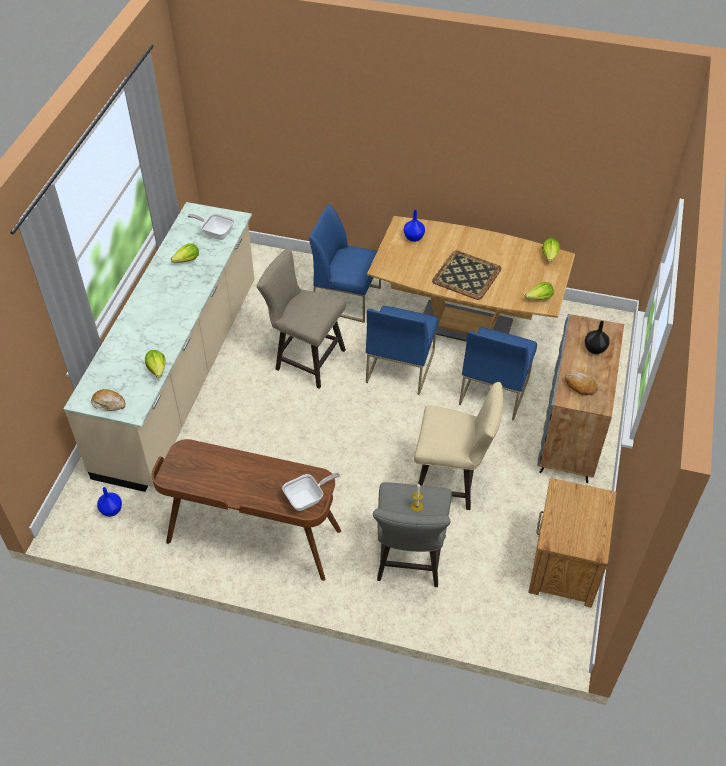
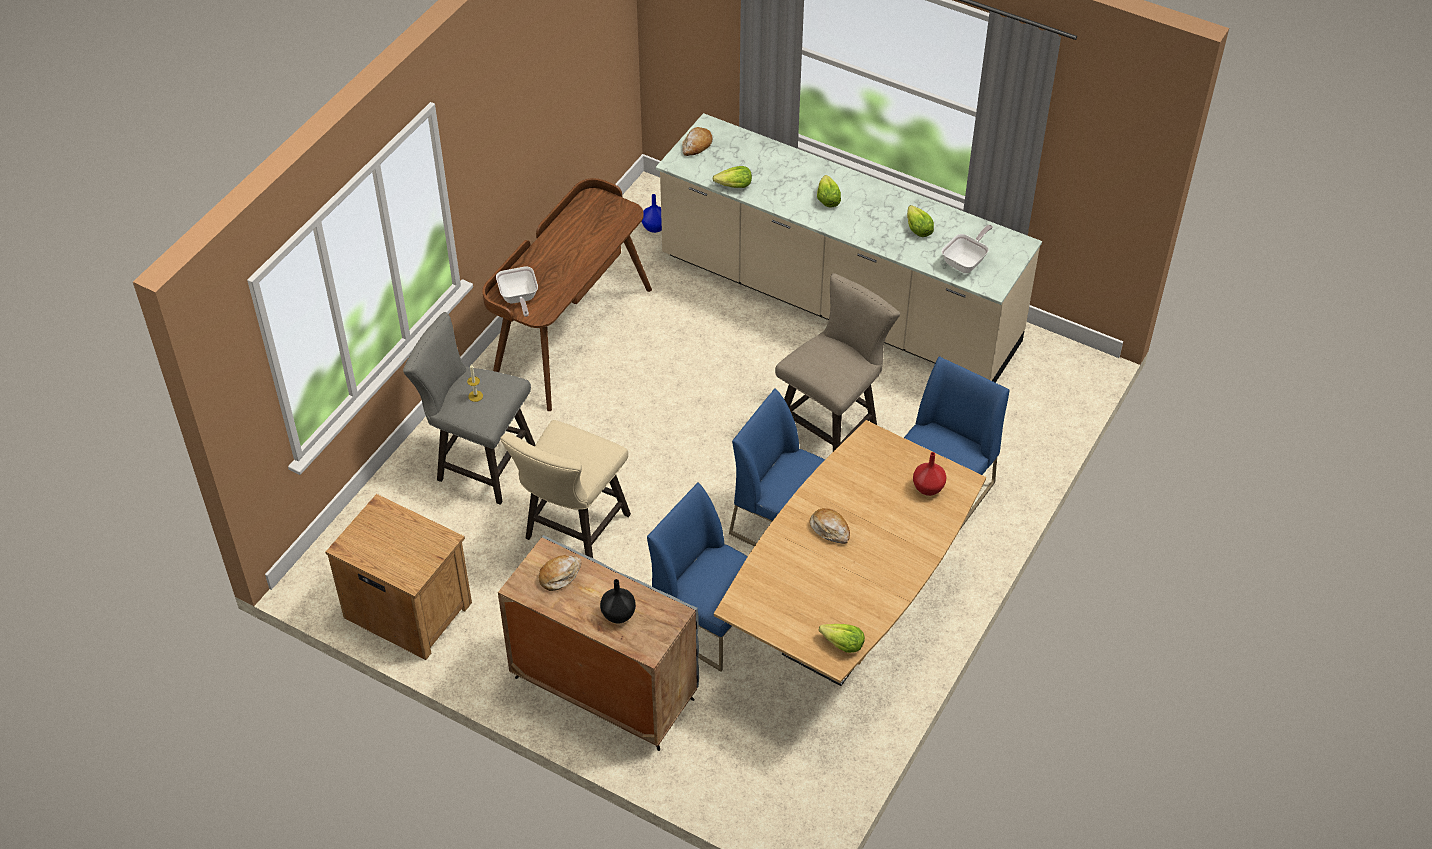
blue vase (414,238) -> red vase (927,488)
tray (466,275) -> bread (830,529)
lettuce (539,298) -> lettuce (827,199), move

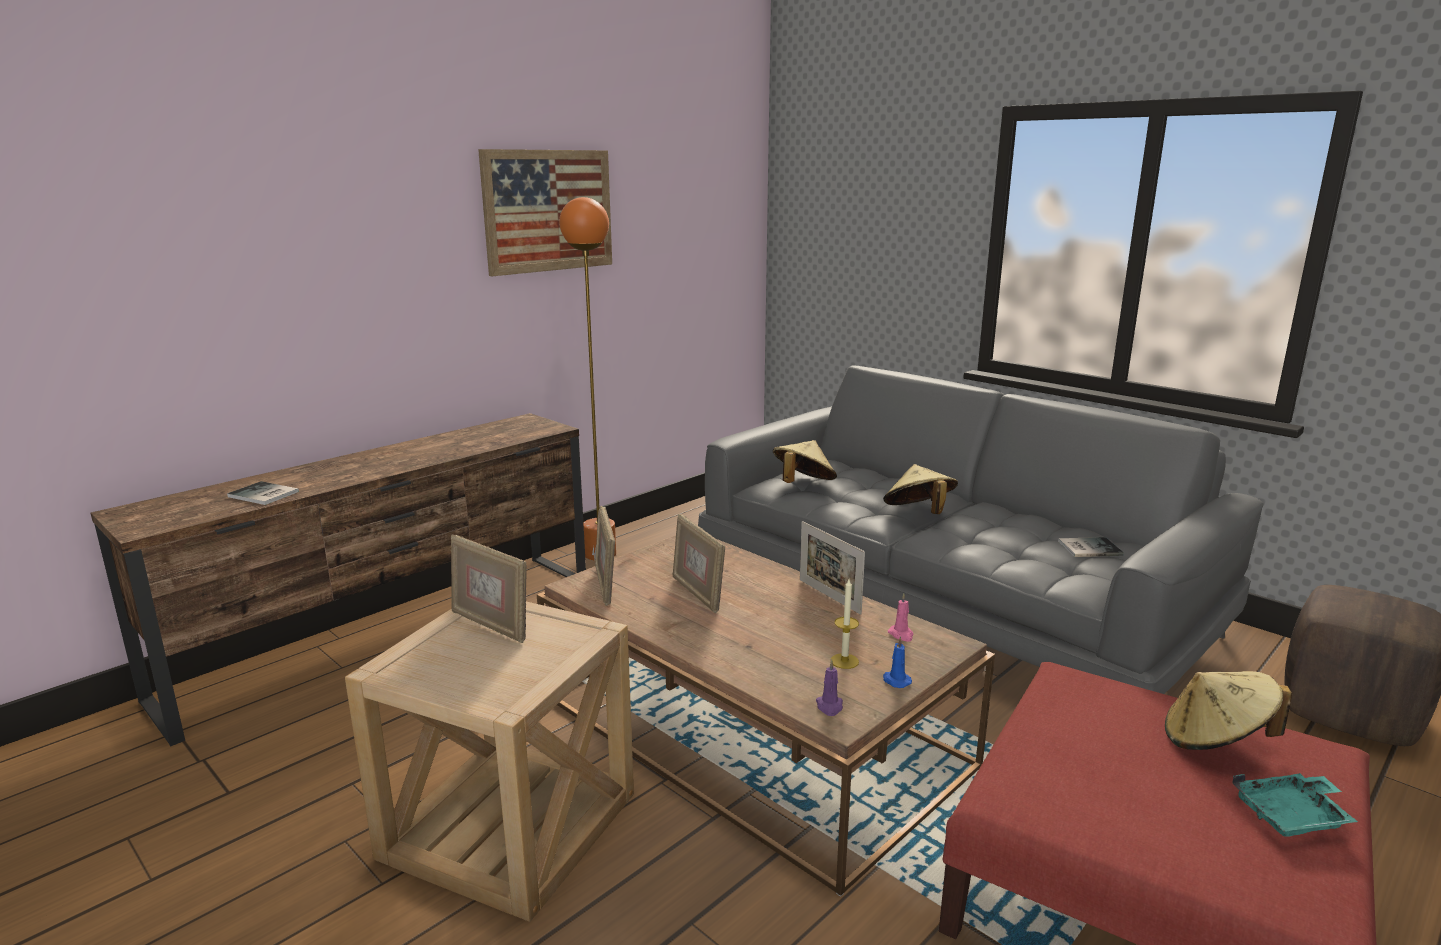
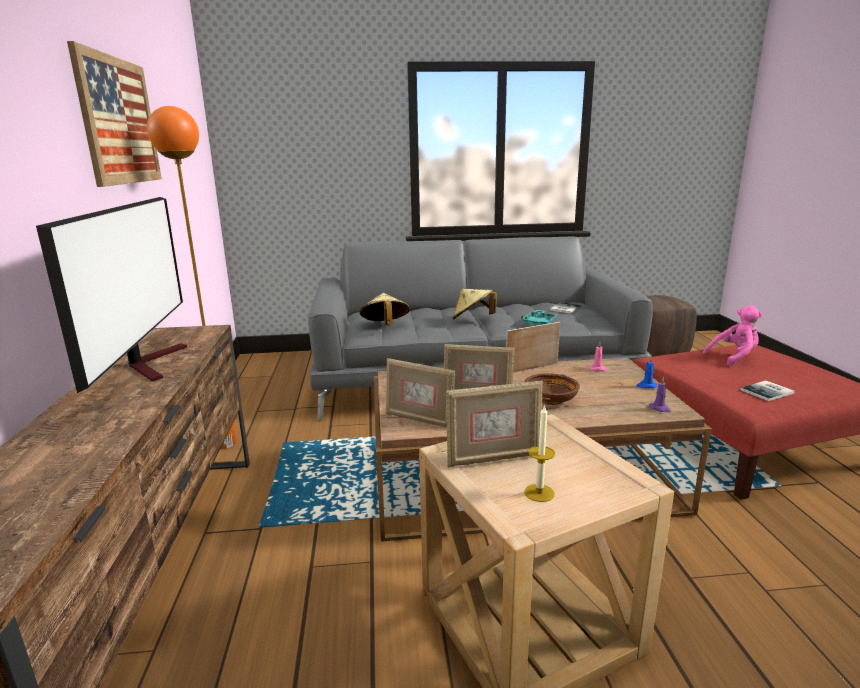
book (263,495) -> book (769,391), move
picture frame (829,596) -> picture frame (532,368), 150 degrees clockwise
candle (844,661) -> candle (539,493), move
beige hat (1215,741) -> pink plush toy (734,357)
turquoise tray (1292,816) -> turquoise tray (539,323), move
none -> television (152,362)
none -> brown bowl (551,399)

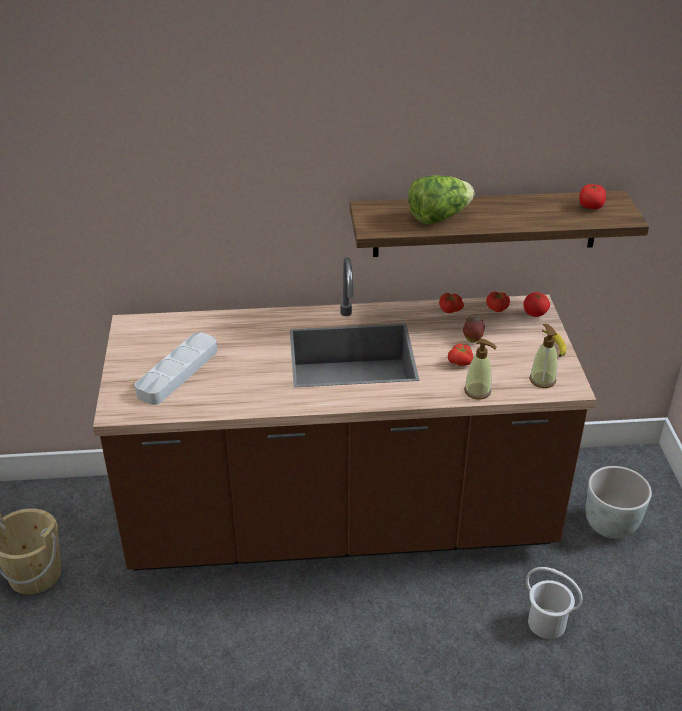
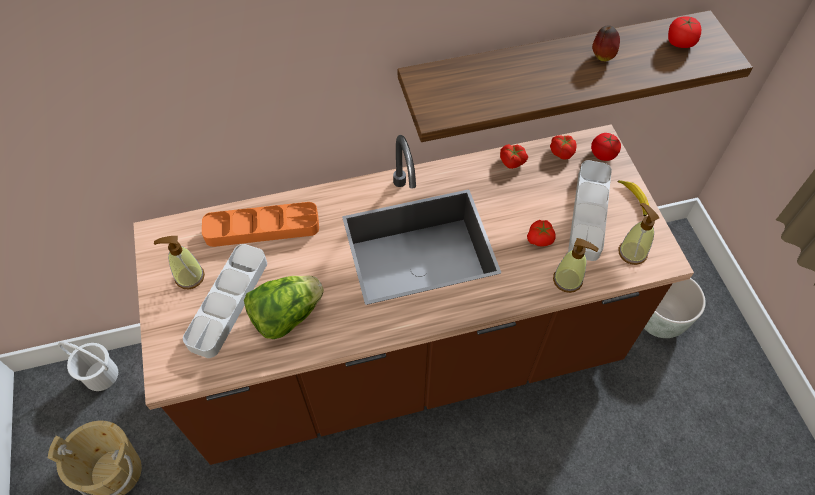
lettuce (438,217) -> lettuce (286,315), move
apple (472,339) -> apple (602,56), move
white bucket (546,622) -> white bucket (101,374), move
none -> grey tray (588,213)
none -> orange tray (262,228)
none -> soap dispenser (189,277)

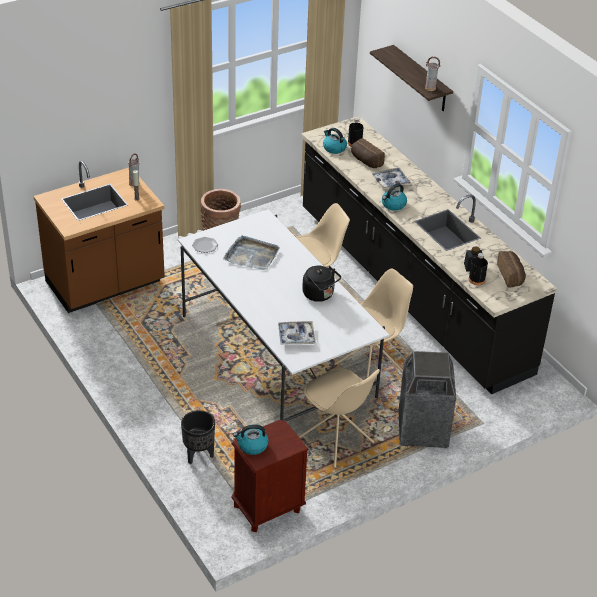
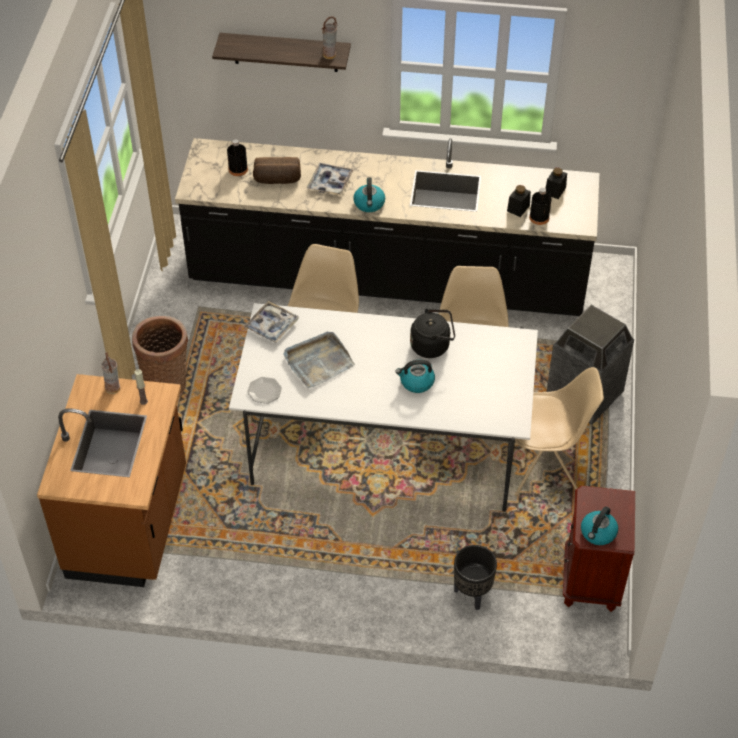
kettle (334,148) -> kettle (416,382), move
bread (511,275) -> black jar (555,191)
tray (296,336) -> tray (272,326), move

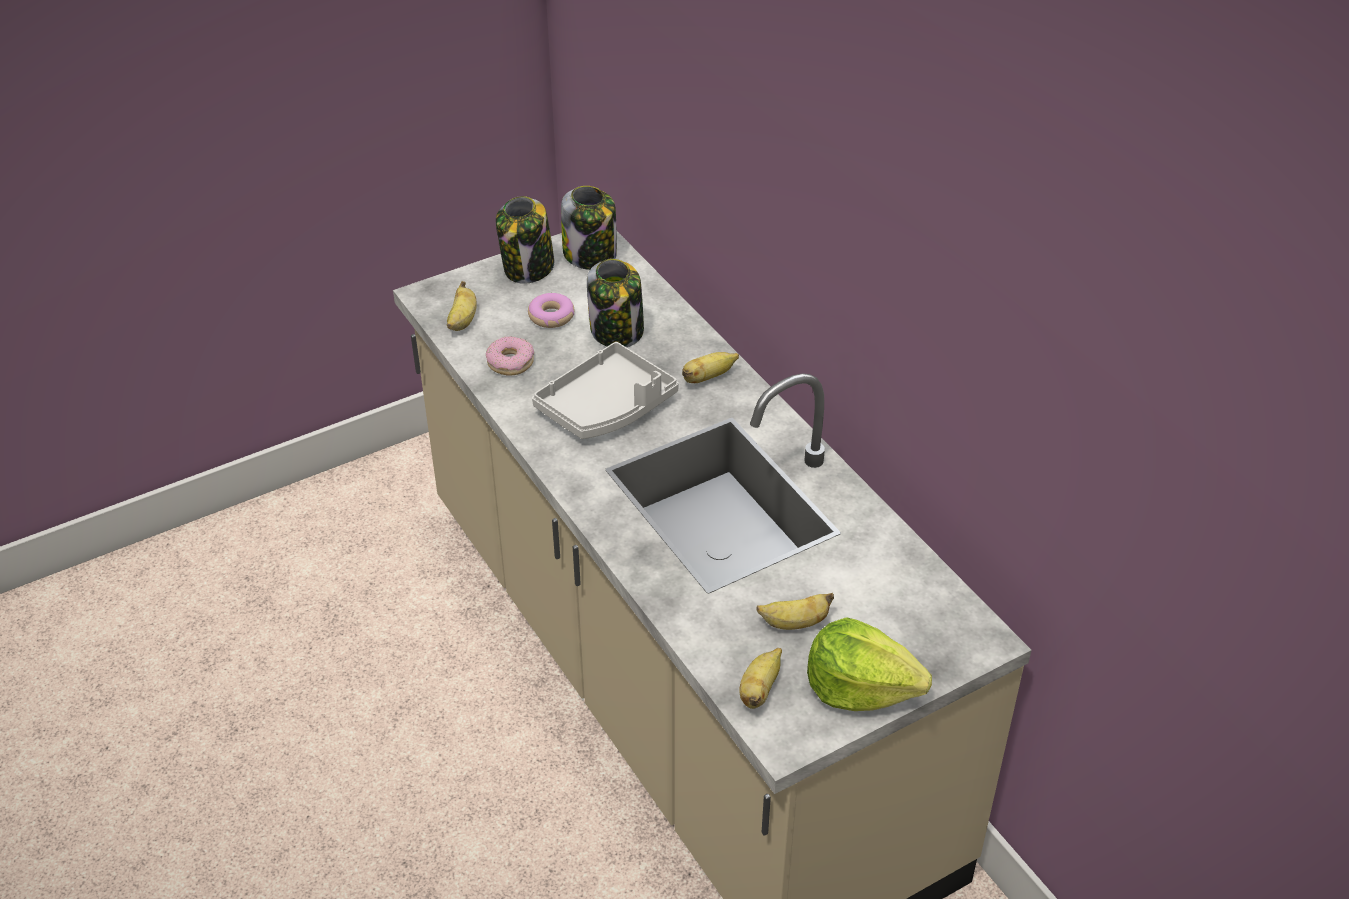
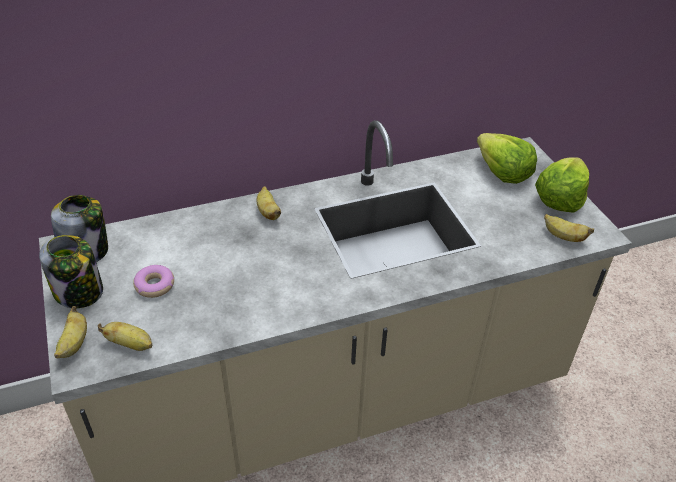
jar (617,331) -> none
donut (510,362) -> none
grey tray (607,407) -> none
banana (794,623) -> banana (74,344), move
none -> lettuce (502,172)

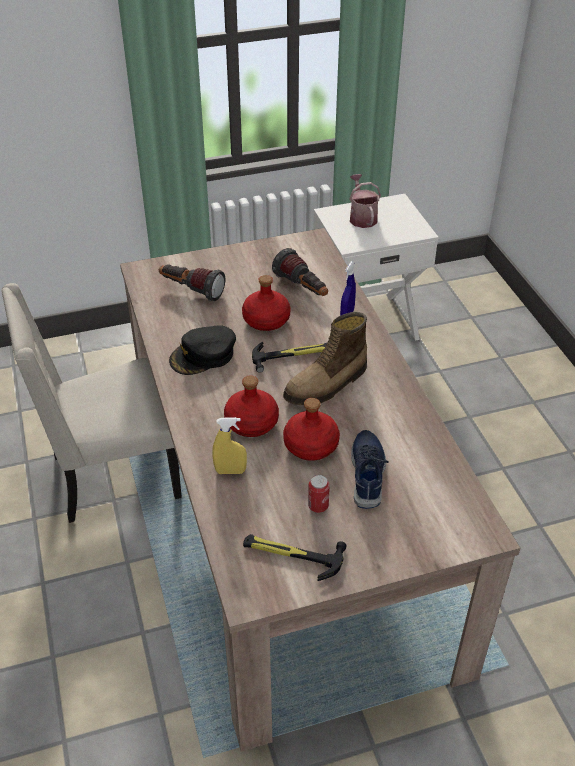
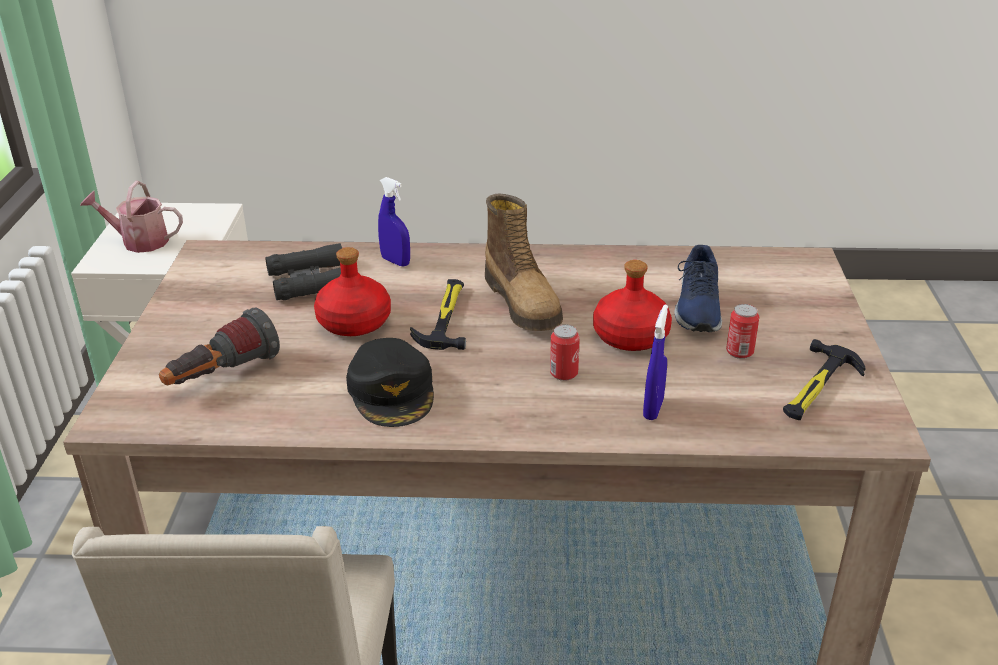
flashlight (303,289) -> black binoculars (310,281)
red bottle (251,422) -> can (564,374)
yellow spray bottle (230,471) -> blue spray bottle (653,409)
blue shoe (368,474) -> blue shoe (697,307), 105 degrees counterclockwise

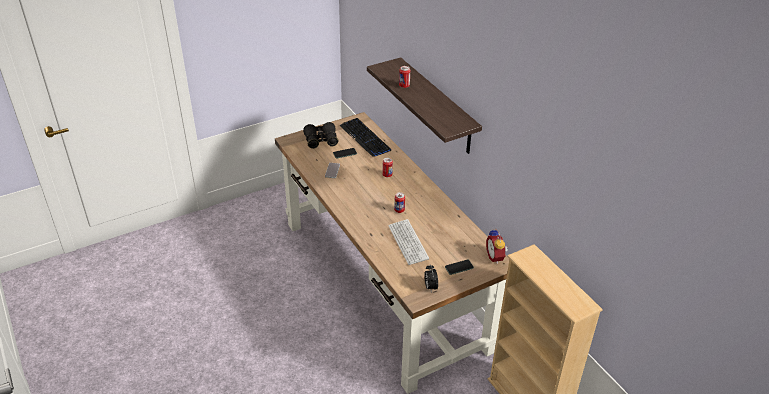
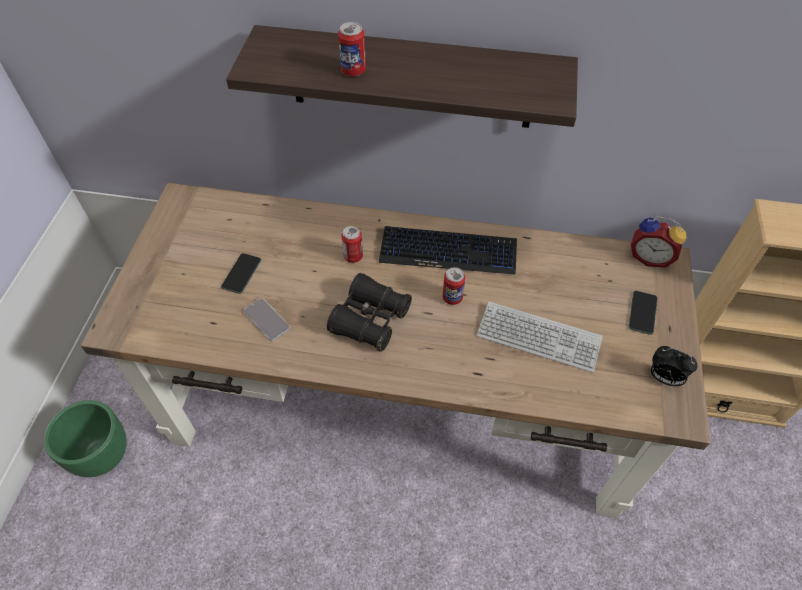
keyboard (365,138) -> keyboard (448,251), move
black binoculars (321,140) -> black binoculars (370,320), move
none -> green planter (102,455)

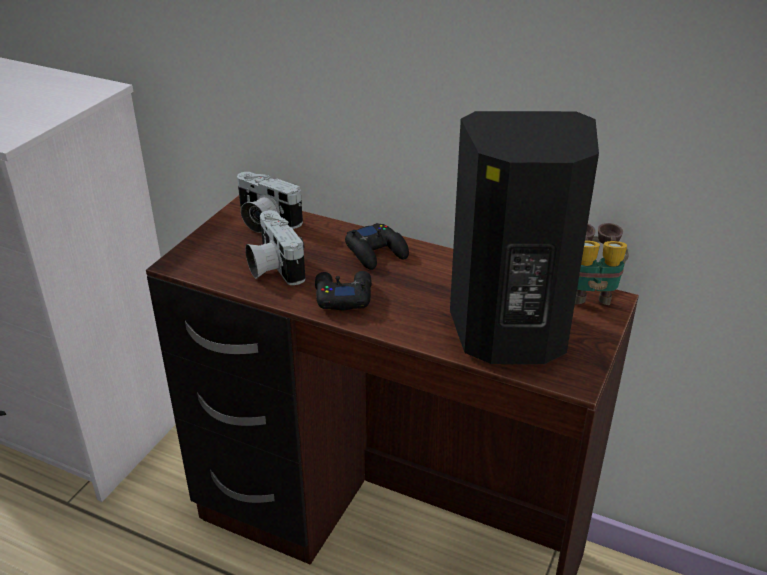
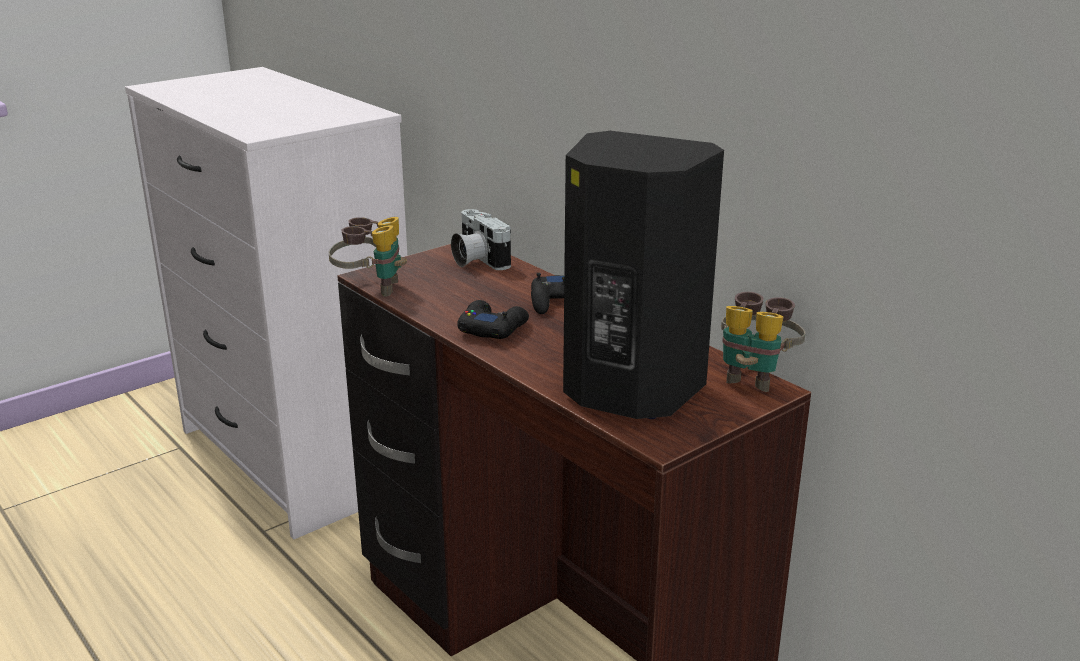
photo camera (273,267) -> none
none -> binoculars (371,288)

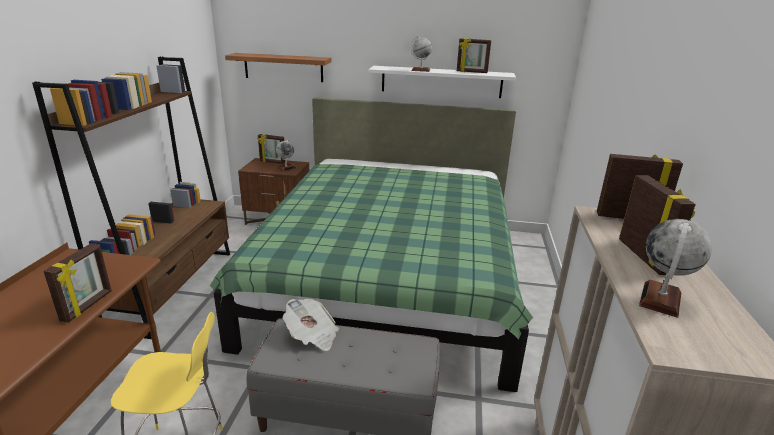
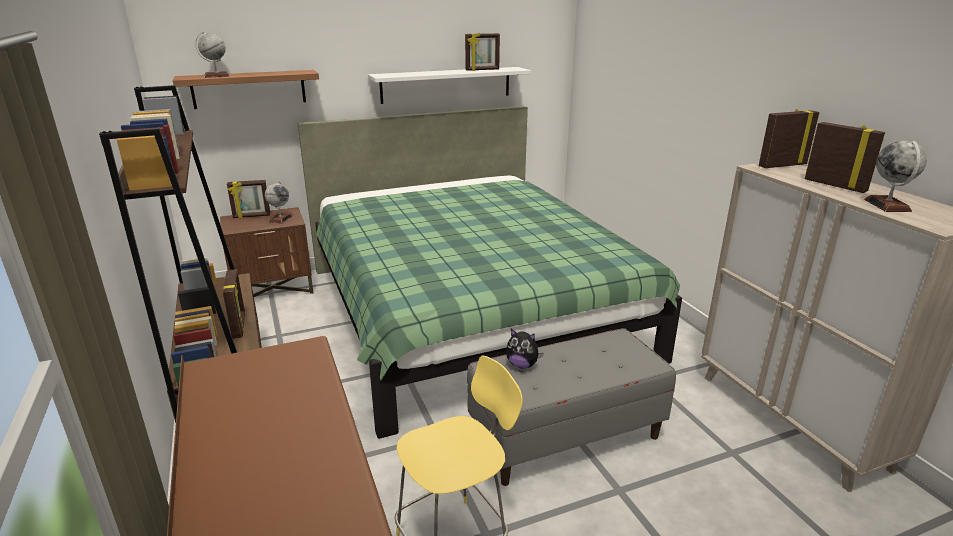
globe (420,70) -> globe (216,76), move
picture frame (87,306) -> picture frame (239,326), move
newspaper (312,335) -> plush toy (522,365)

